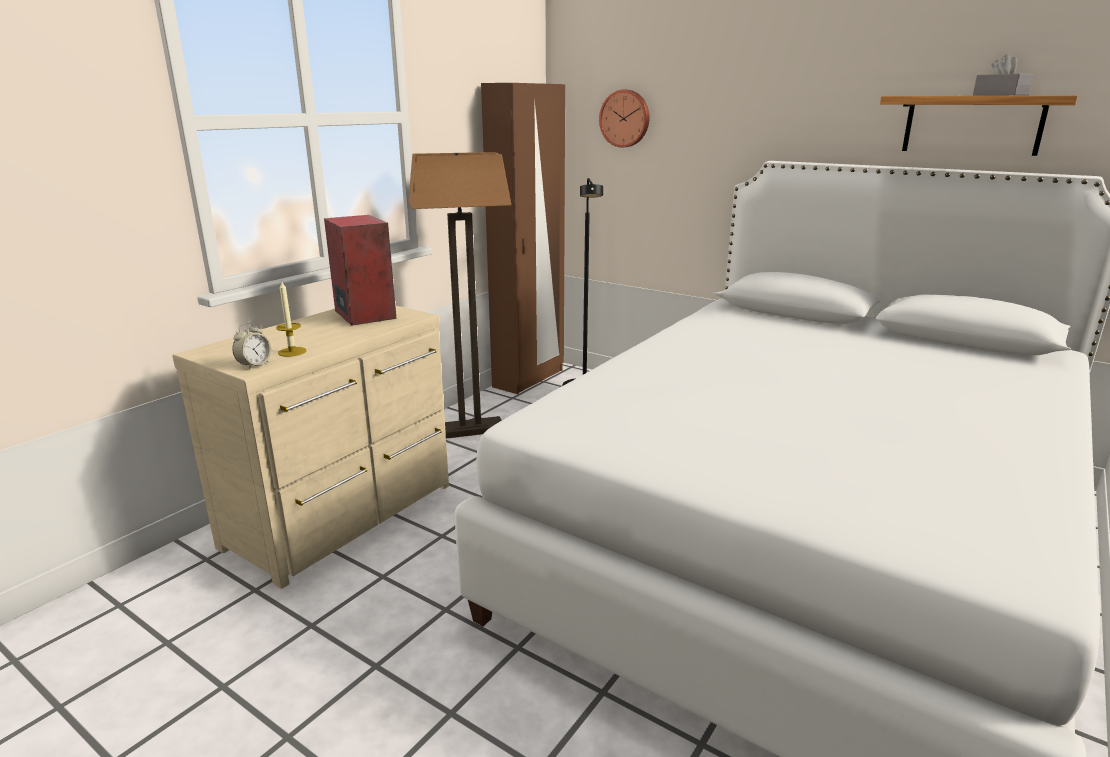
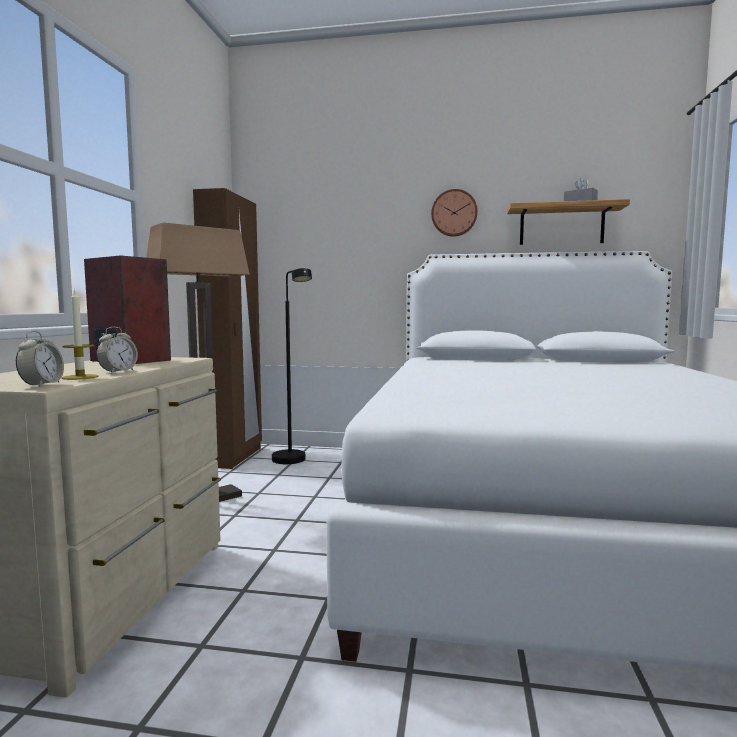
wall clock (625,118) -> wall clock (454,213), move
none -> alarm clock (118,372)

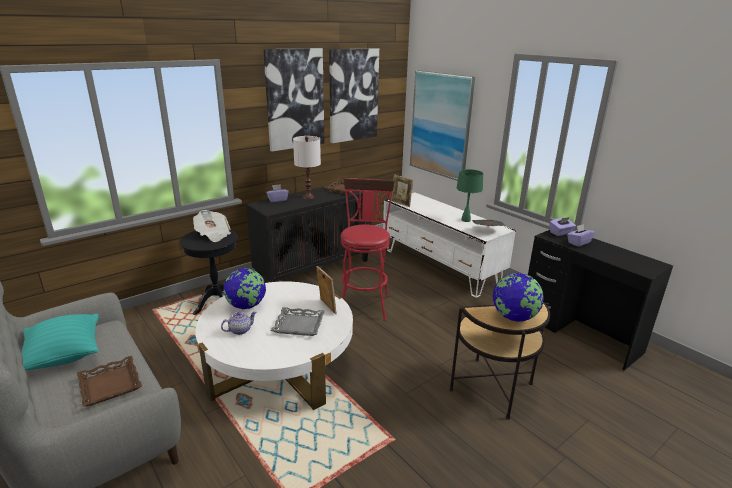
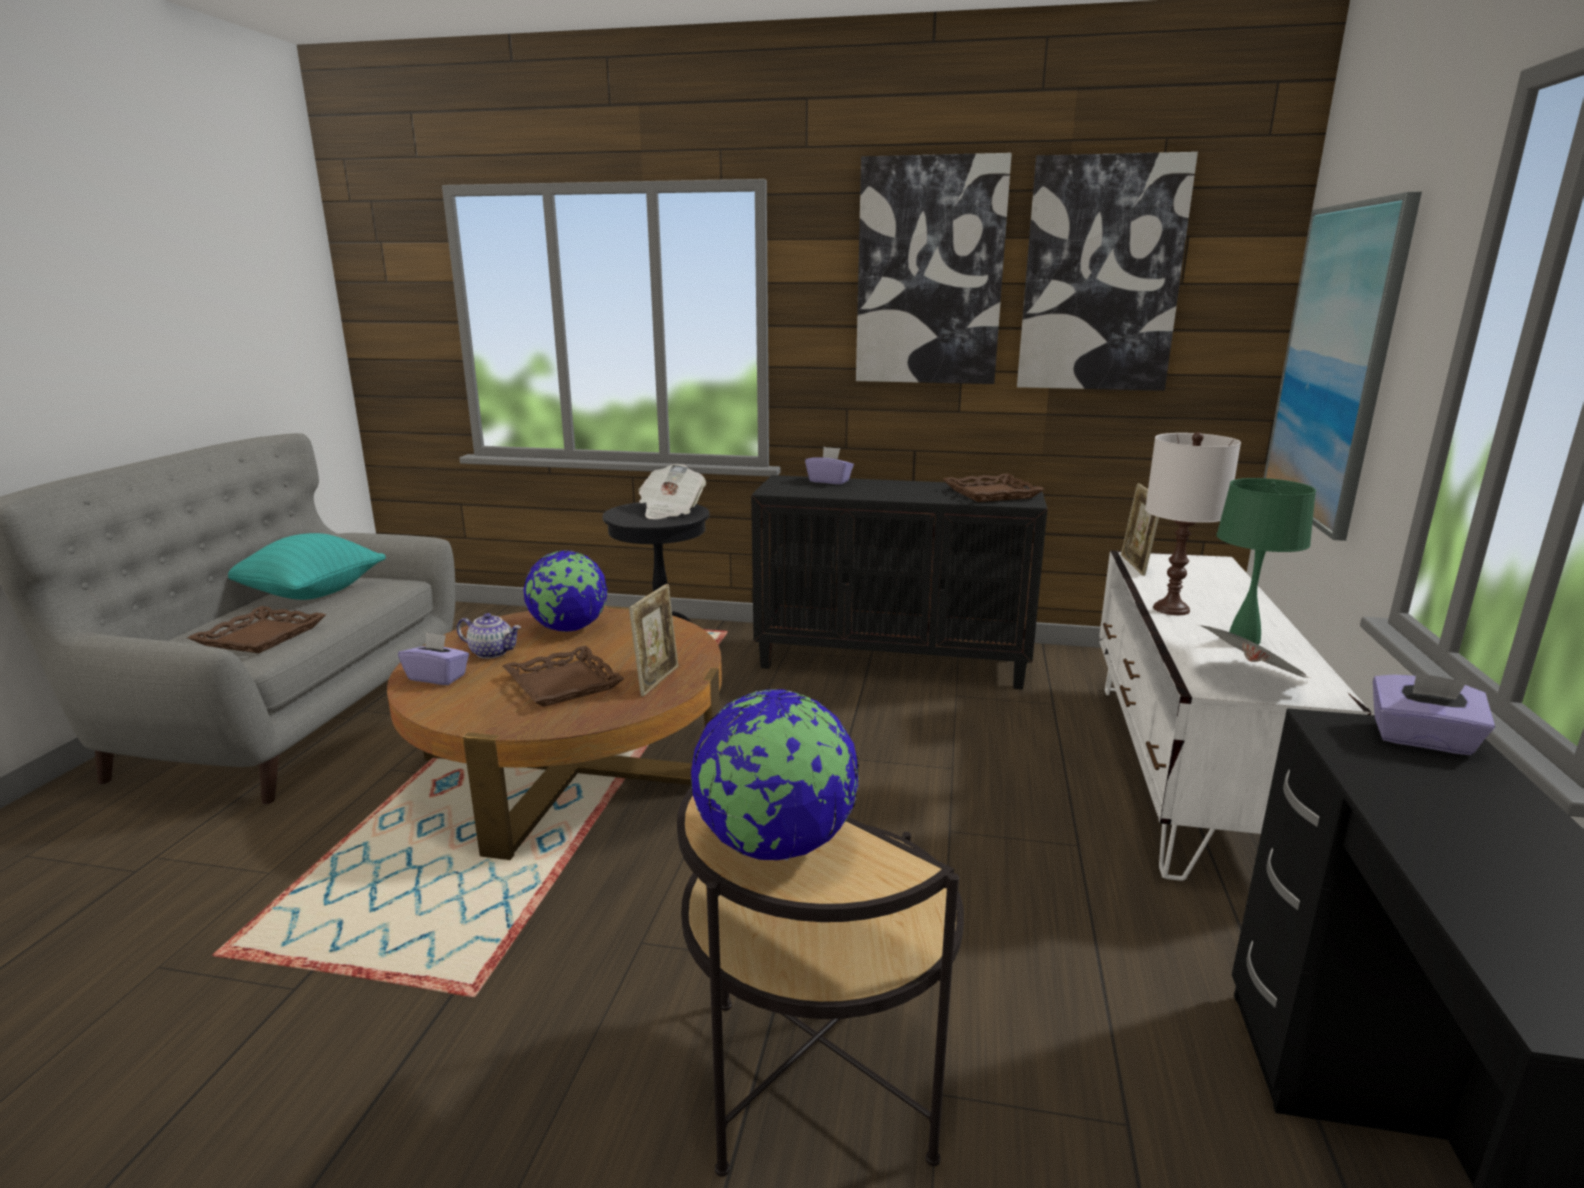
white table lamp (308,197) -> white table lamp (1172,609), move
red stool (364,303) -> none
purple tissue box (578,242) -> purple tissue box (437,677), move
white coffee table (279,365) -> brown coffee table (570,768)
grey tray (299,325) -> brown tray (564,683)

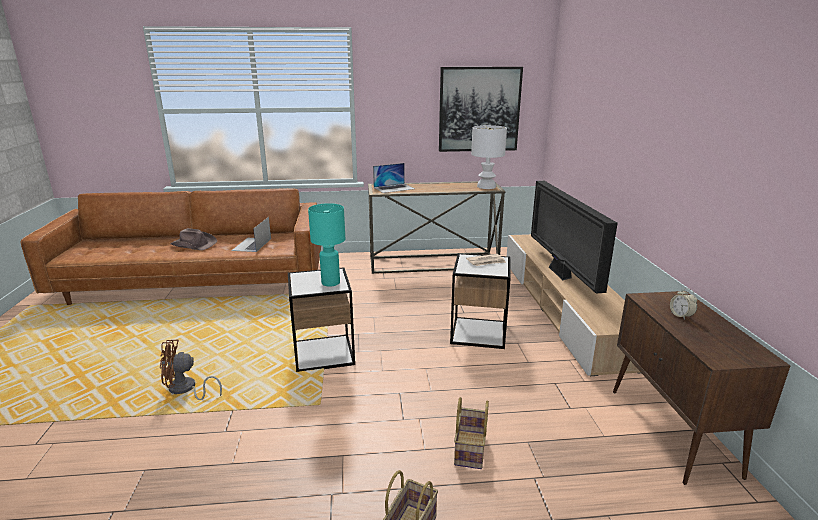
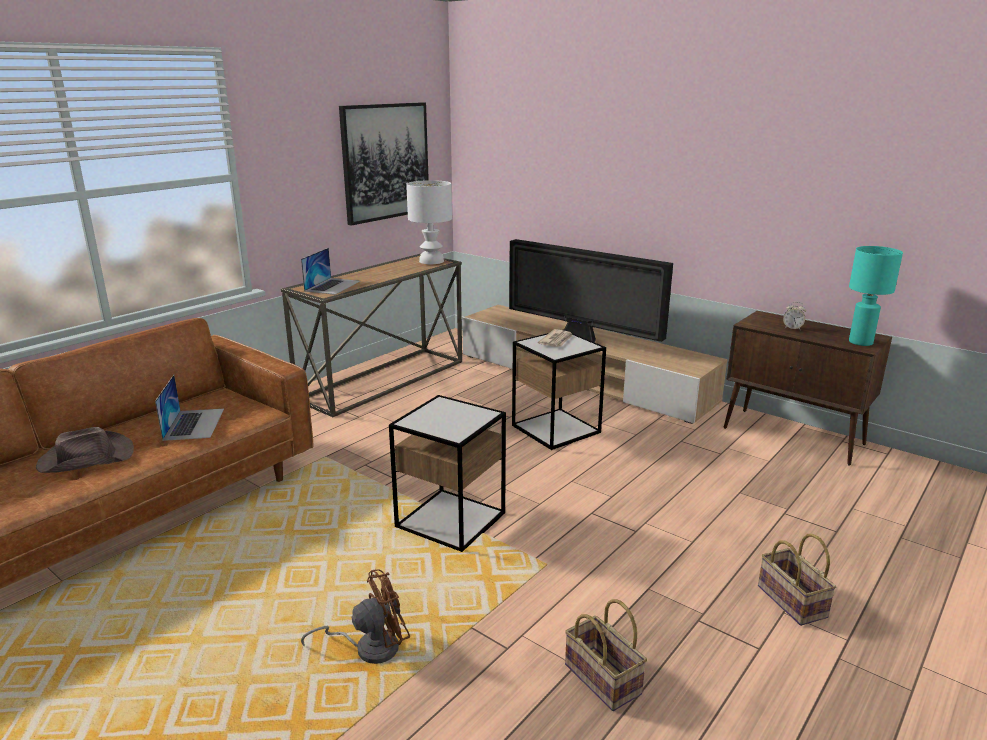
turquoise table lamp (330,283) -> turquoise table lamp (860,342), move
laptop (252,244) -> laptop (194,424), 150 degrees counterclockwise
brown fan (186,390) -> brown fan (369,647), 150 degrees counterclockwise
basket (471,450) -> basket (605,679), move

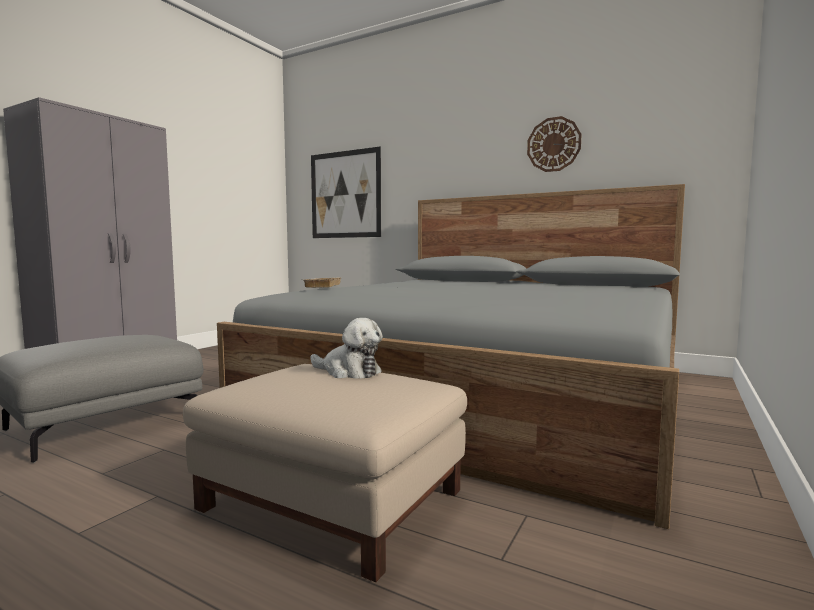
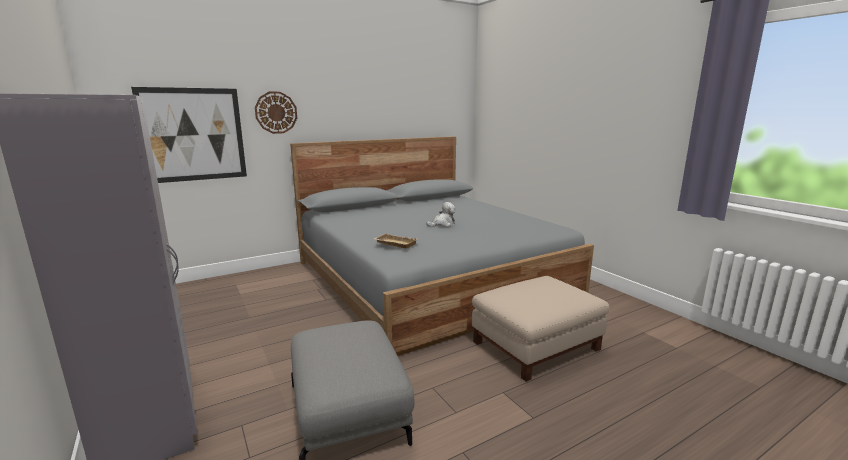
wall clock (553,144) -> wall clock (276,112), move
plush toy (348,372) -> plush toy (442,224), move

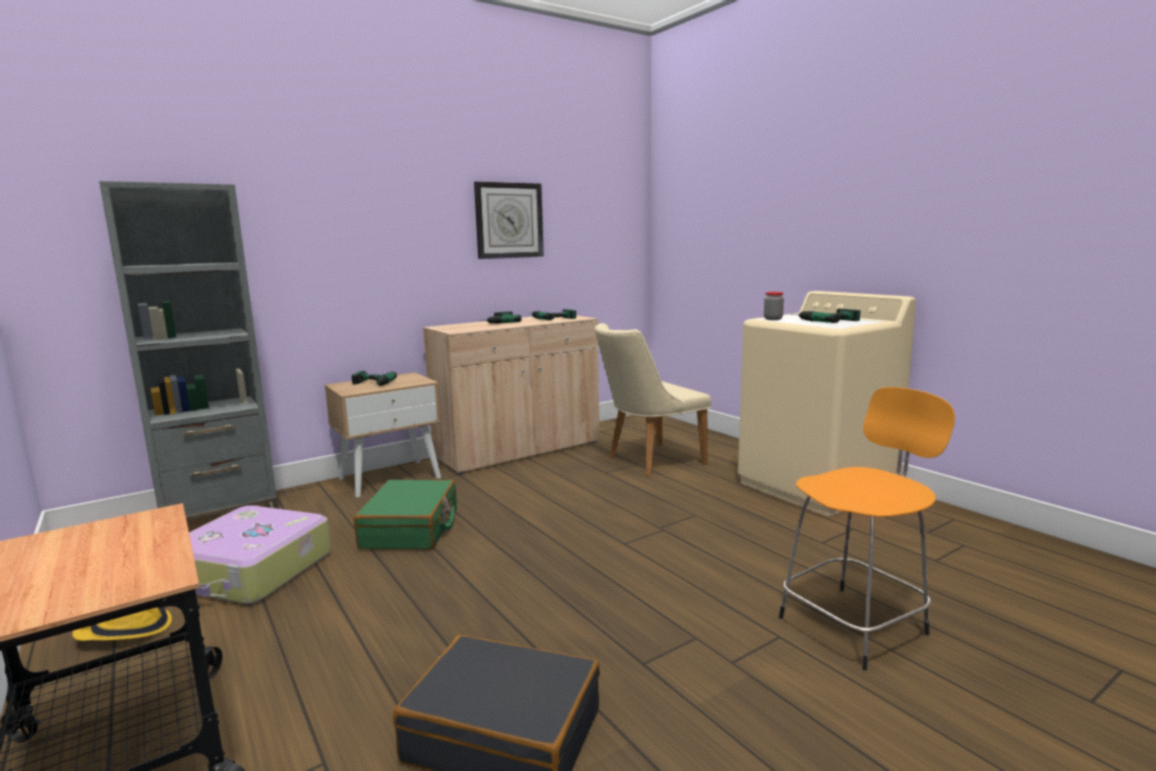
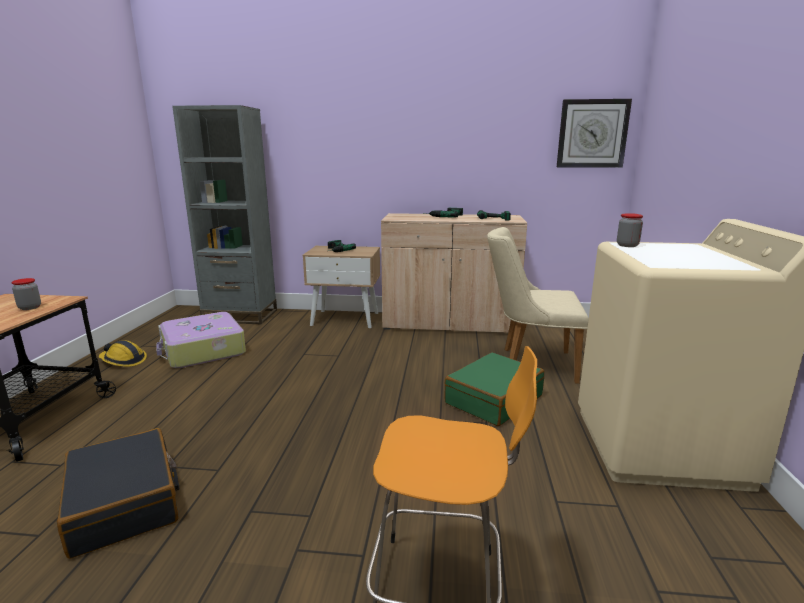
wall clock (509,220) -> wall clock (592,134), move
power drill (823,320) -> none
green suitcase (411,529) -> green suitcase (494,400), move
none -> jar (30,307)

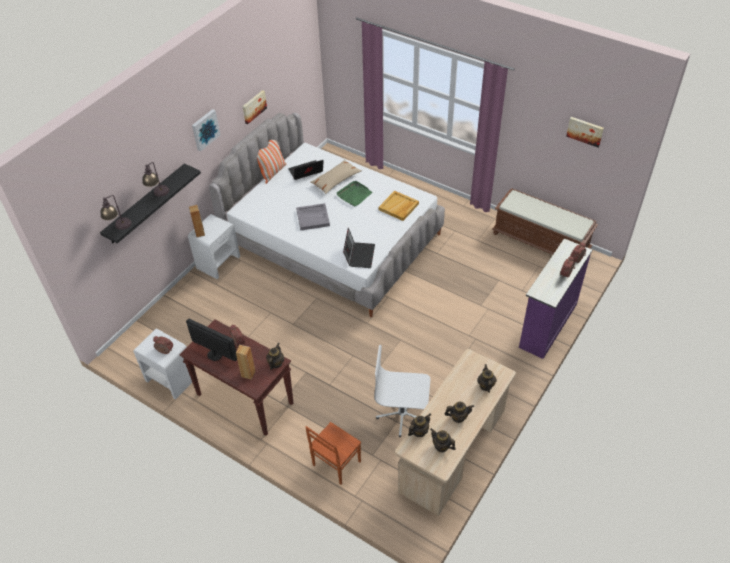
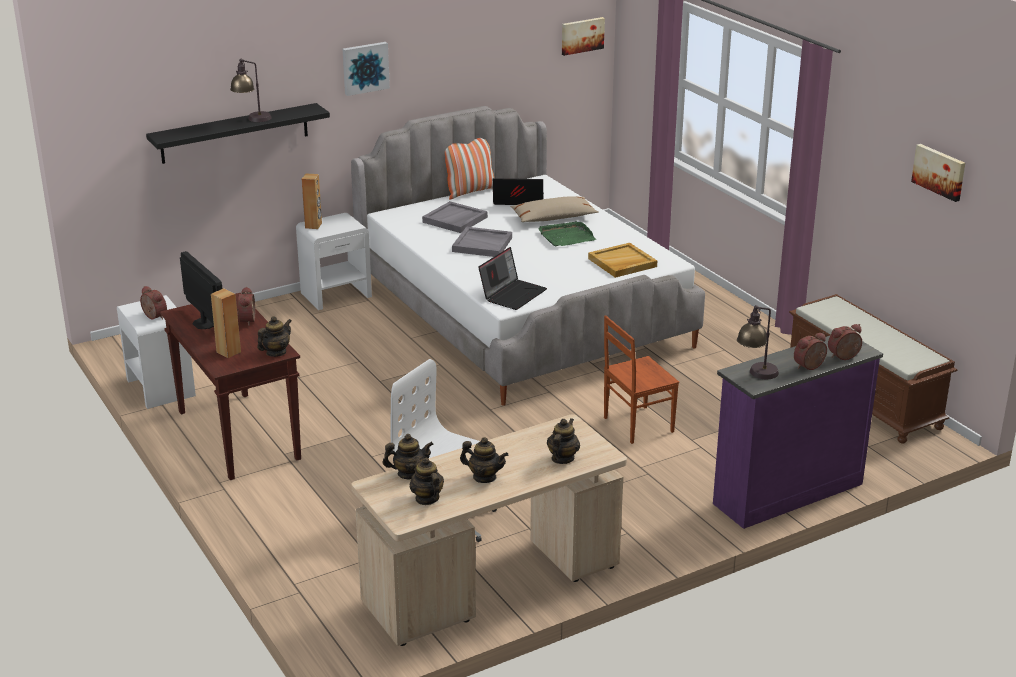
picture (253,106) -> picture (582,35), move
table lamp (119,228) -> table lamp (756,375), move
brown chair (335,463) -> brown chair (636,424), move
none -> grey tray (455,220)

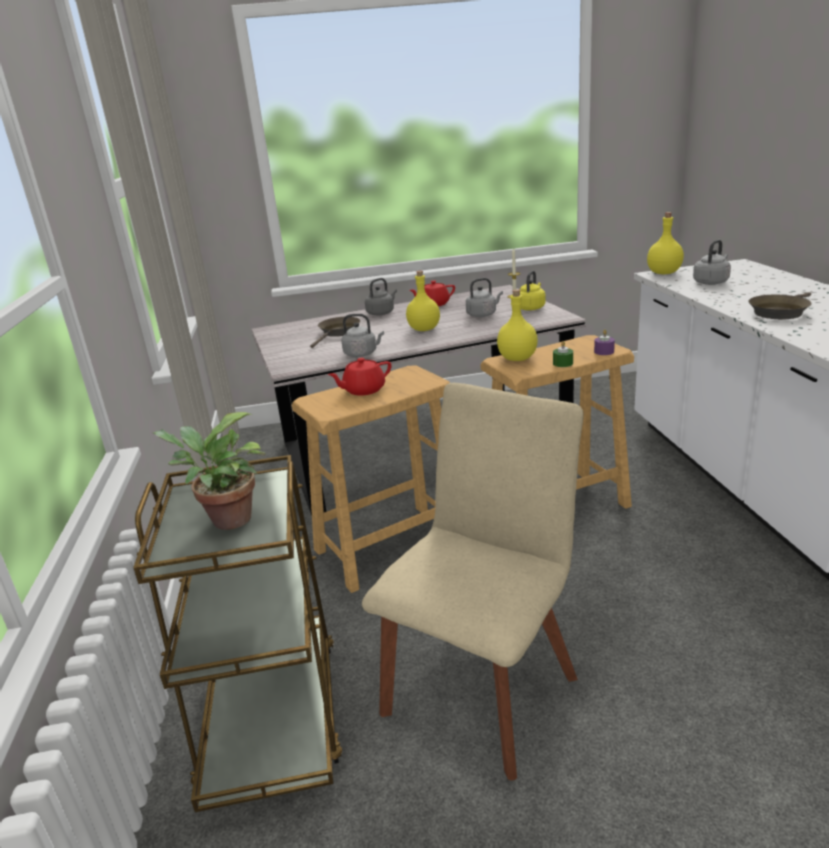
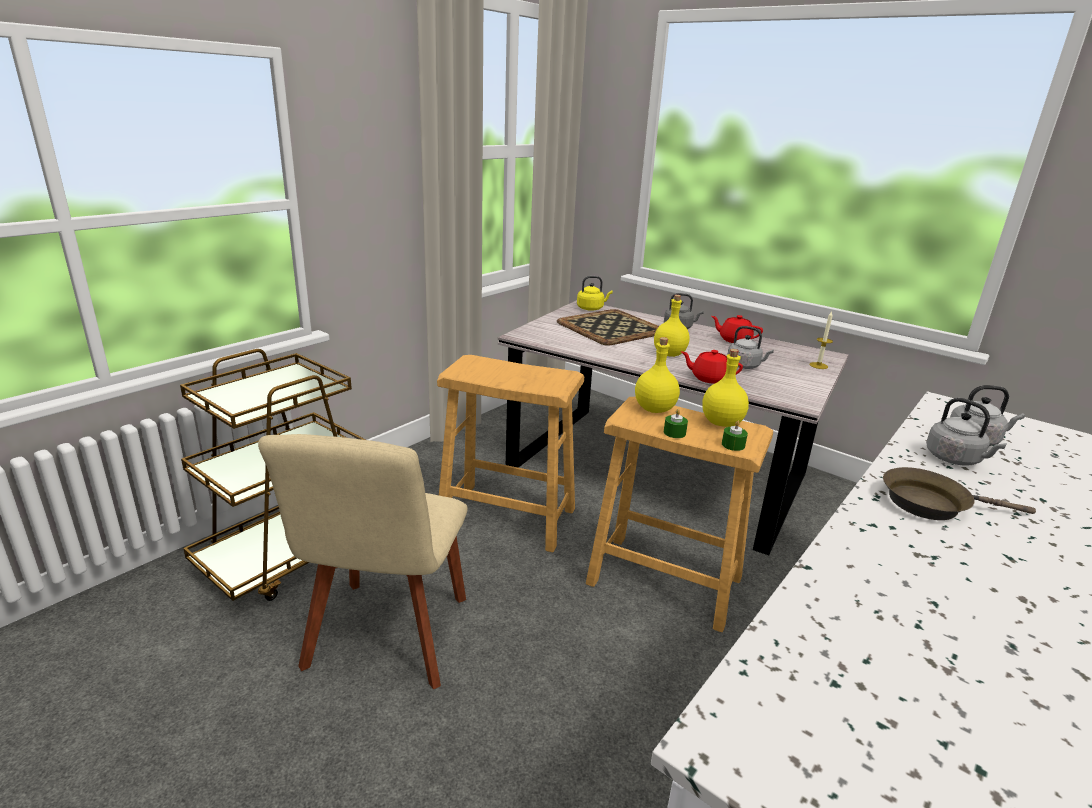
yellow bottle (663,273) -> yellow bottle (721,422), move
yellow kettle (531,308) -> yellow kettle (591,308), move
grey kettle (362,354) -> grey kettle (955,459), move
brown frying pan (338,333) -> tray (612,328)
purple candle (604,352) -> green candle (733,445)
red teapot (363,390) -> red teapot (709,378), move
beige chair (483,687) -> beige chair (386,638), 105 degrees clockwise
potted plant (226,520) -> none

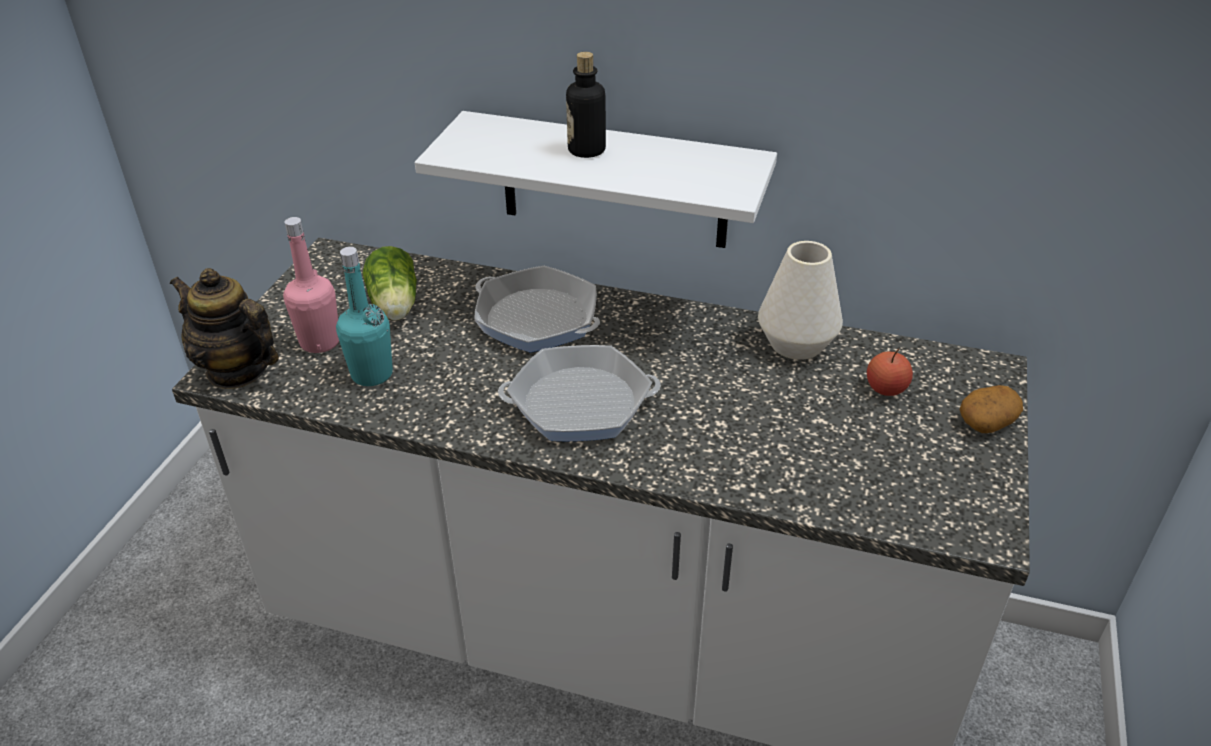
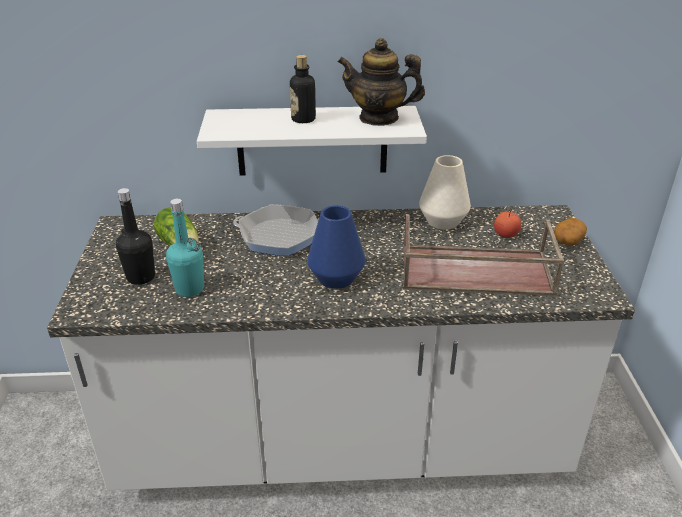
pink bottle (320,342) -> black bottle (141,277)
teapot (237,370) -> teapot (379,118), move
frying pan (580,403) -> blue vase (336,277)
none -> brown tray (474,271)

